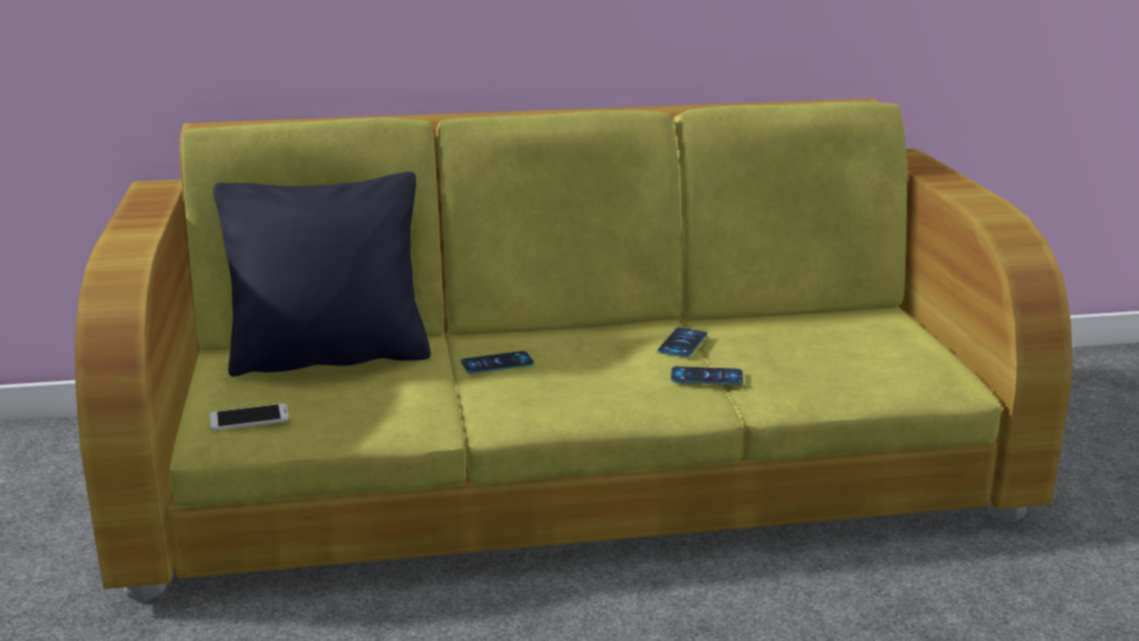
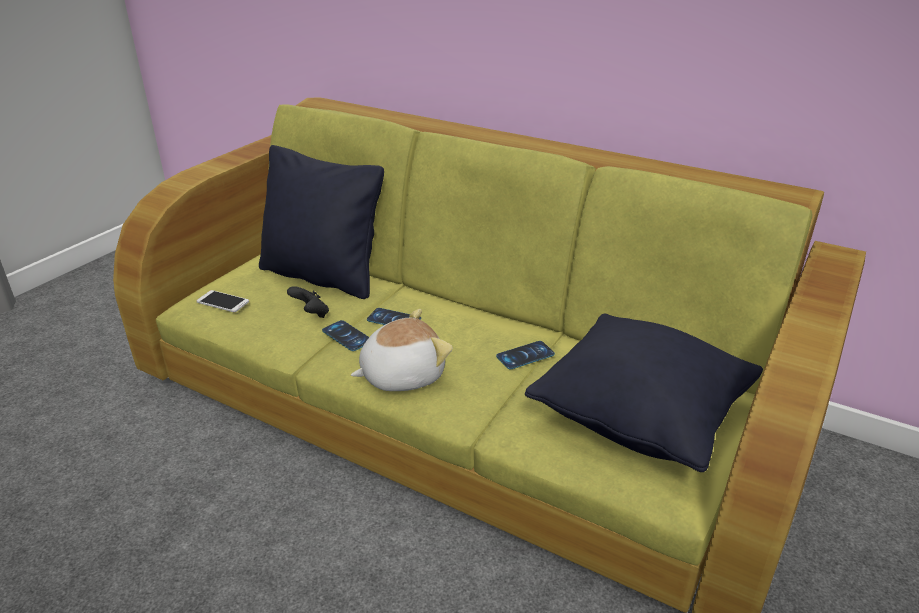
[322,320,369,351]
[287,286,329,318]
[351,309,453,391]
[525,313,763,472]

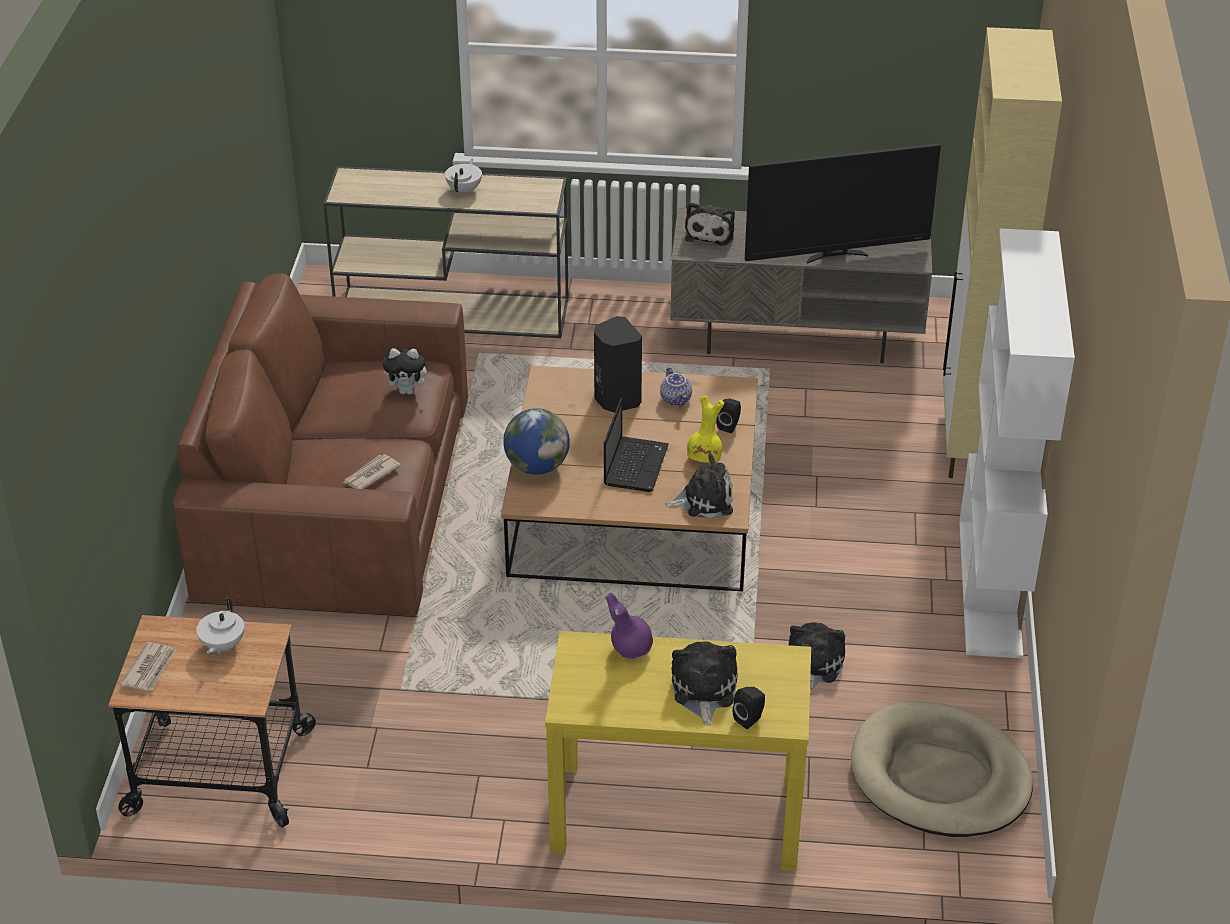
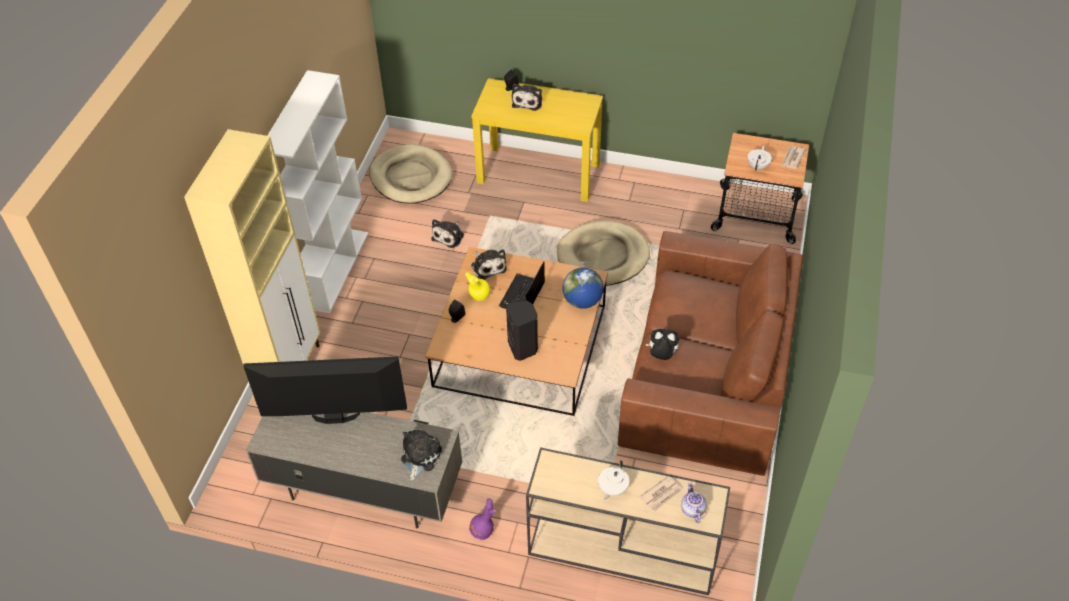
[639,476,682,512]
[469,499,496,540]
[681,482,707,523]
[471,249,507,280]
[557,221,650,286]

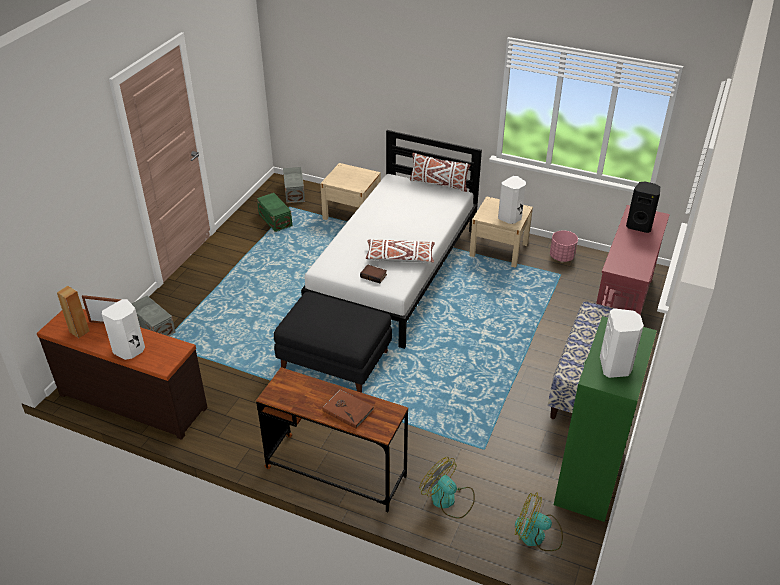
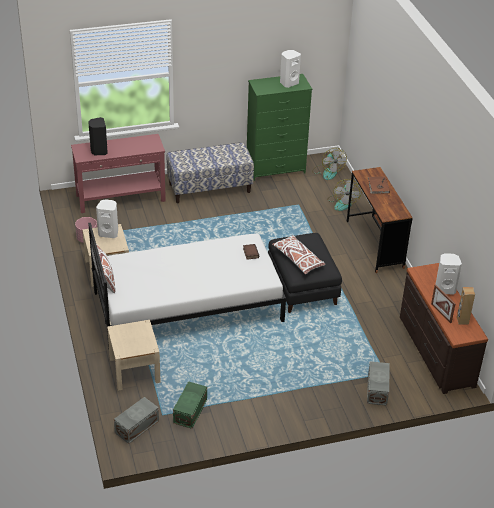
[272,235,325,274]

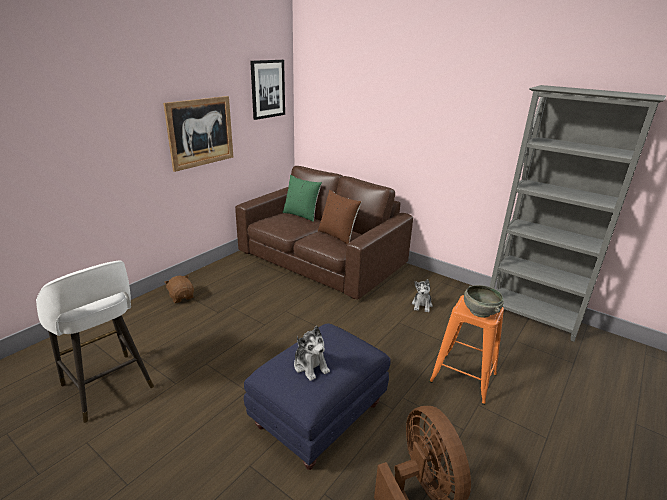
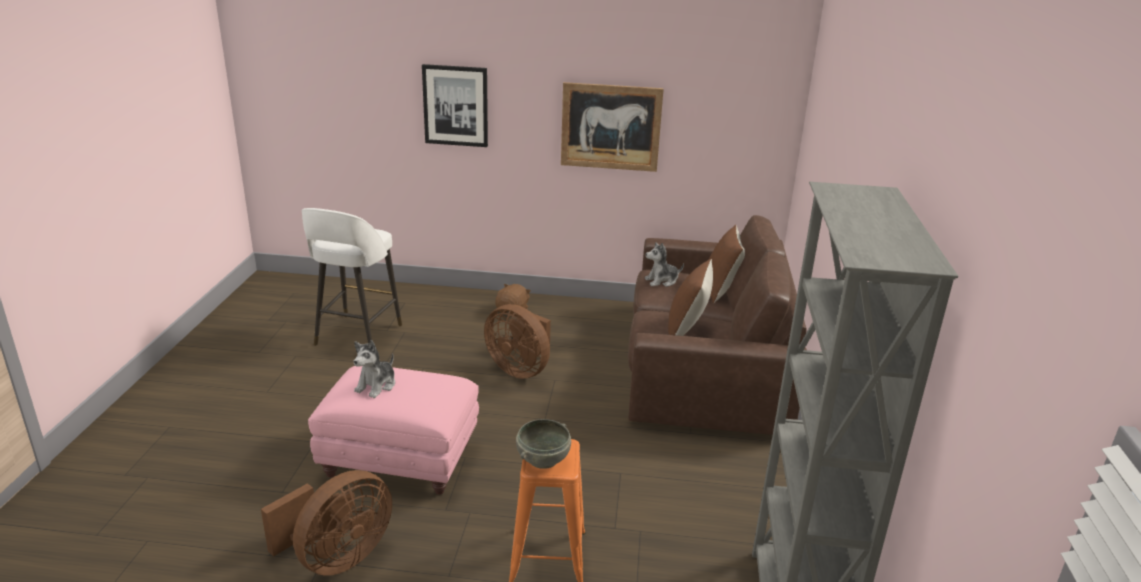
[308,366,479,495]
[422,64,488,147]
[709,225,745,303]
[645,242,684,287]
[484,304,551,379]

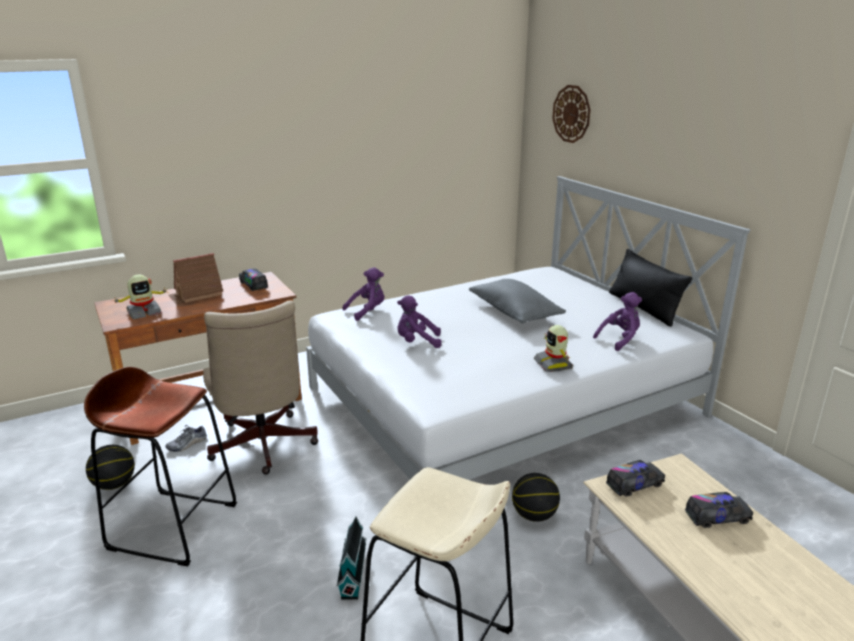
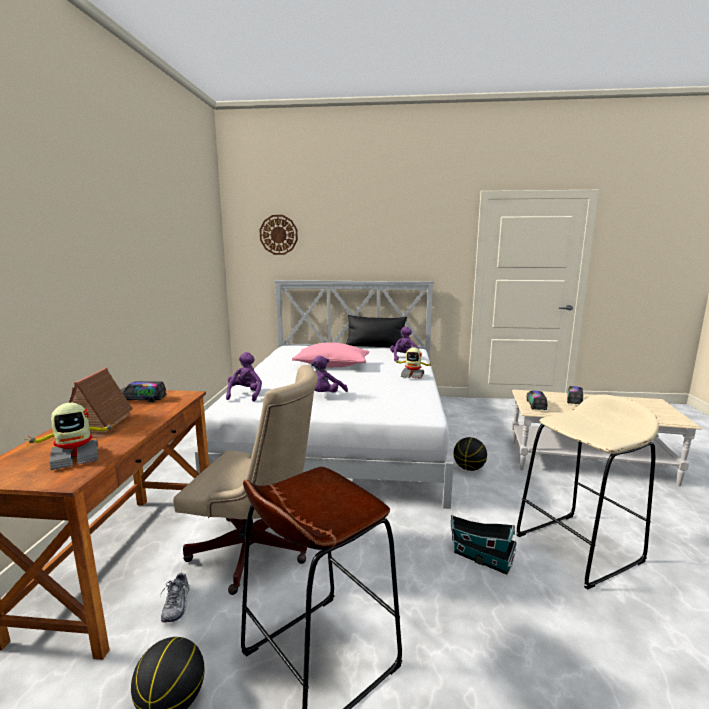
[25,403,116,470]
[292,342,369,367]

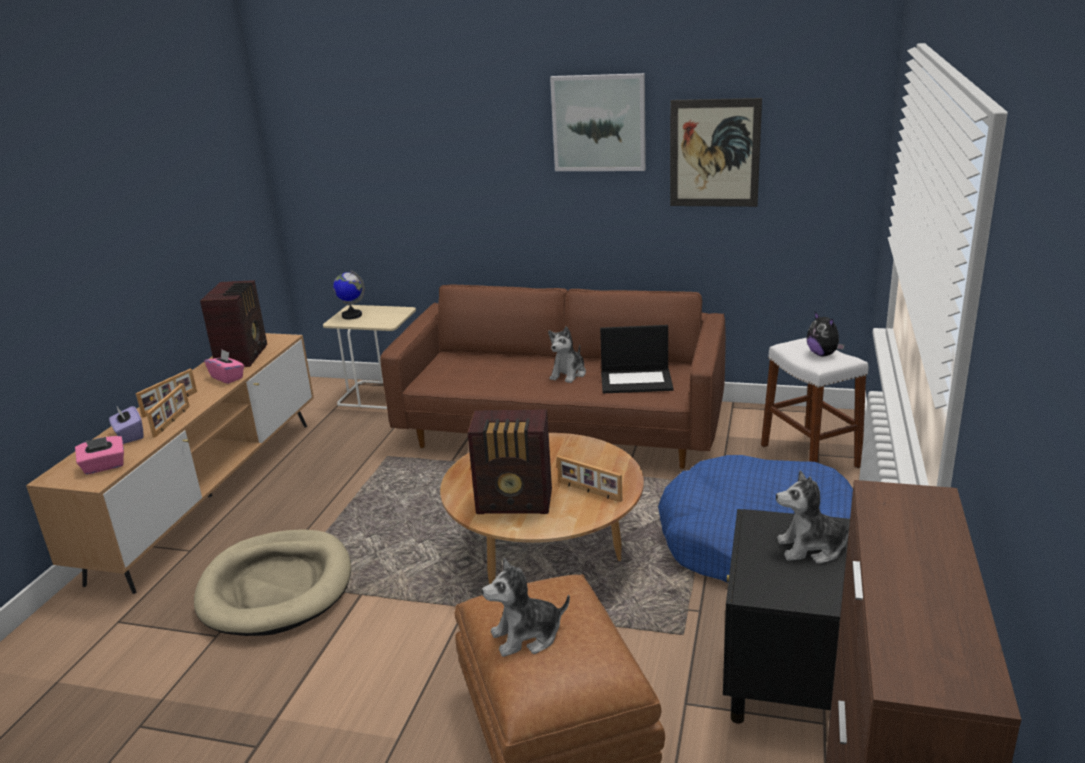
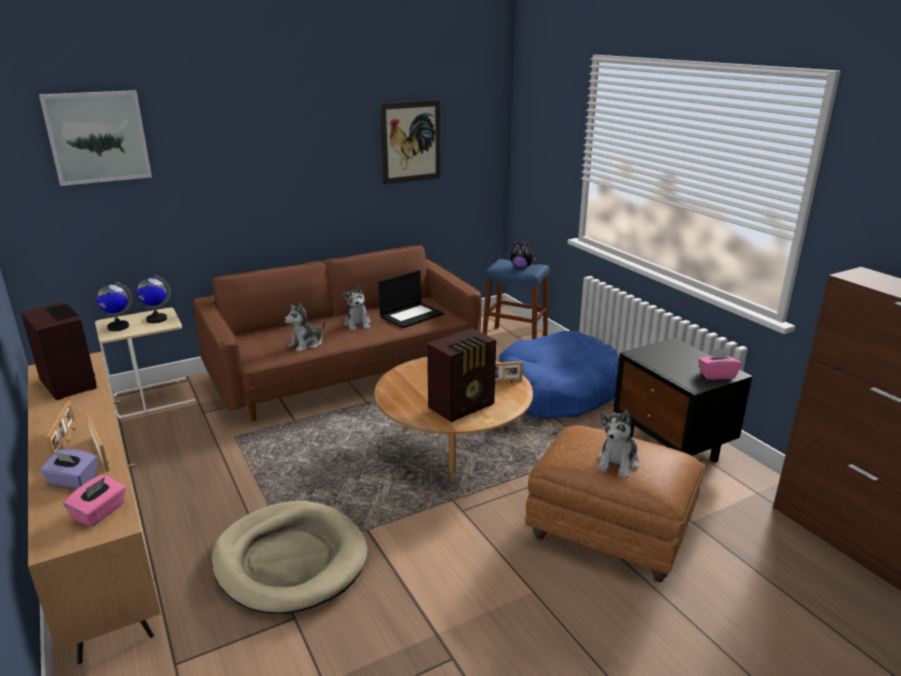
[698,349,742,380]
[39,90,152,186]
[483,259,550,339]
[284,303,325,352]
[136,275,171,323]

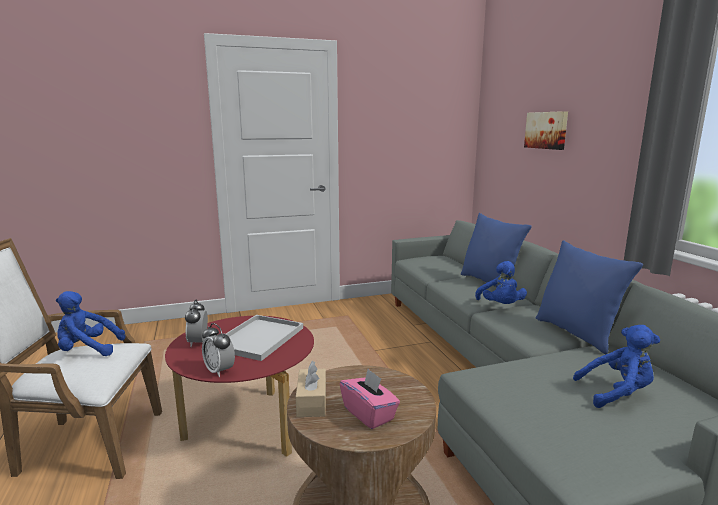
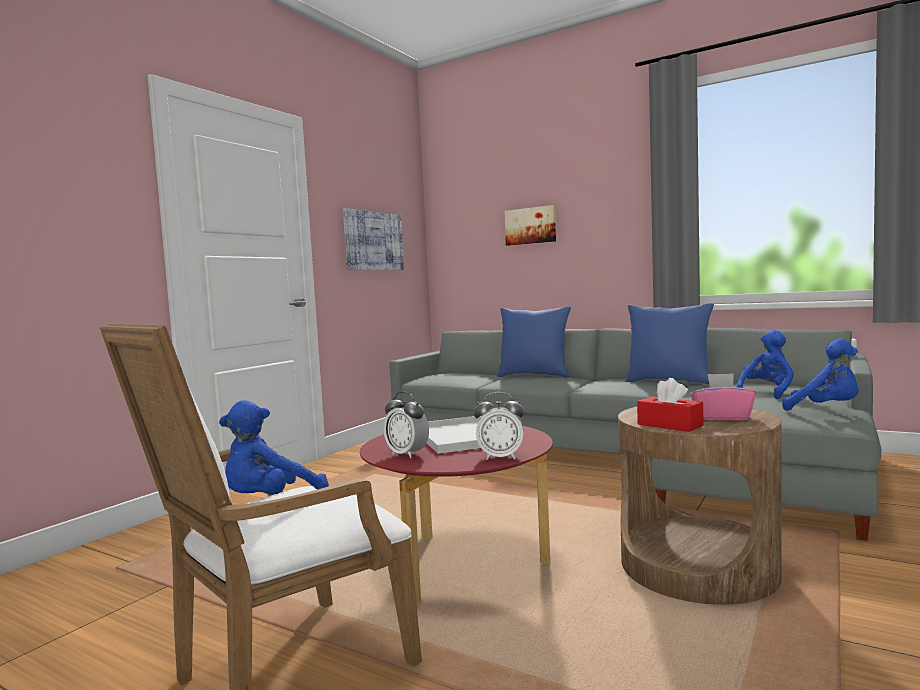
[637,378,703,432]
[782,338,859,411]
[343,208,404,270]

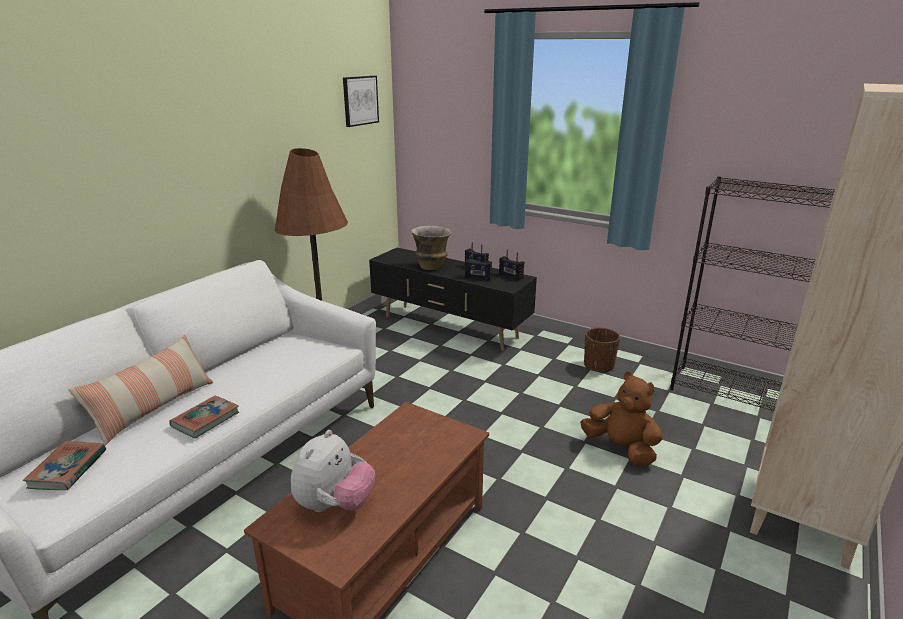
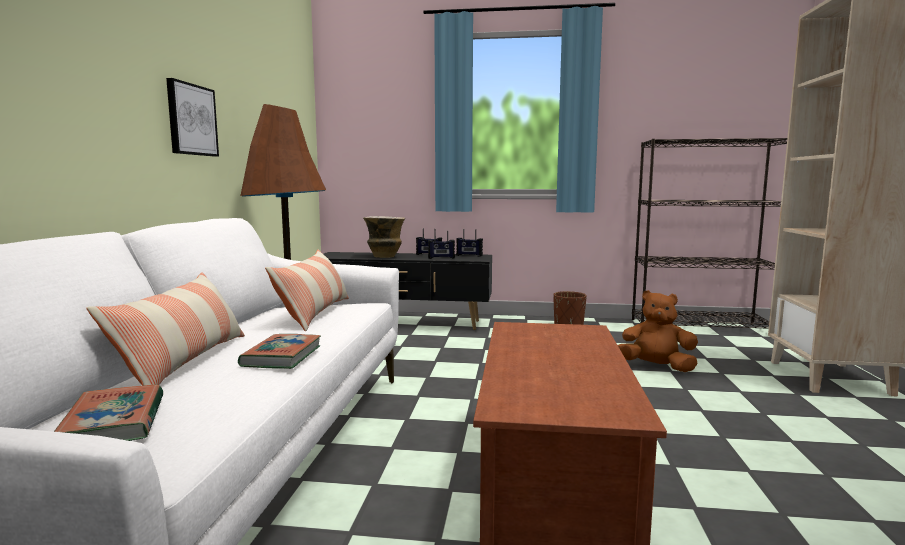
[291,430,375,512] (first image)
[166,78,219,156]
[265,250,349,331]

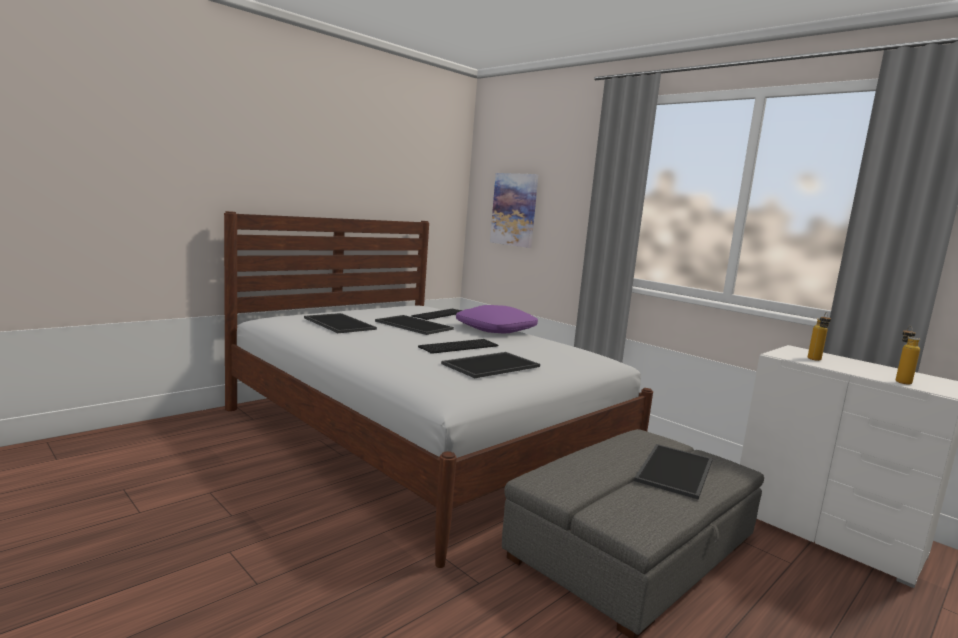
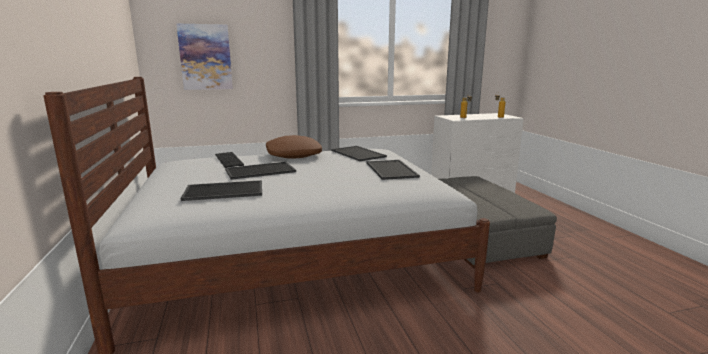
[418,339,498,354] (first image)
[266,135,322,159]
[332,146,387,161]

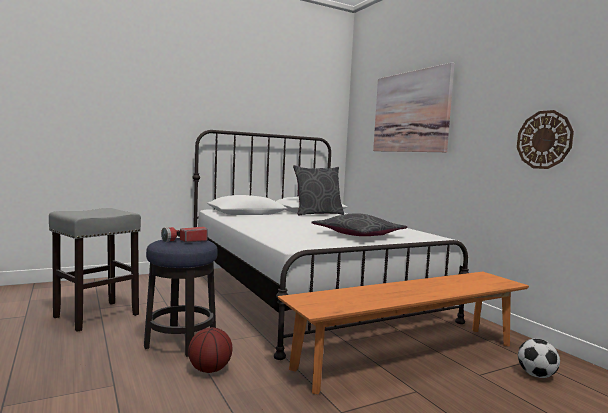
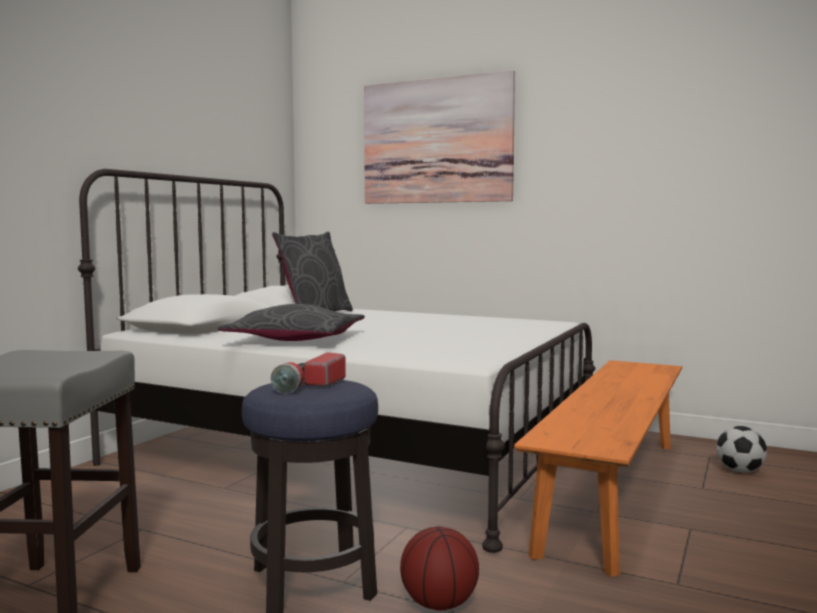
[218,304,365,341]
[517,110,574,169] (first image)

